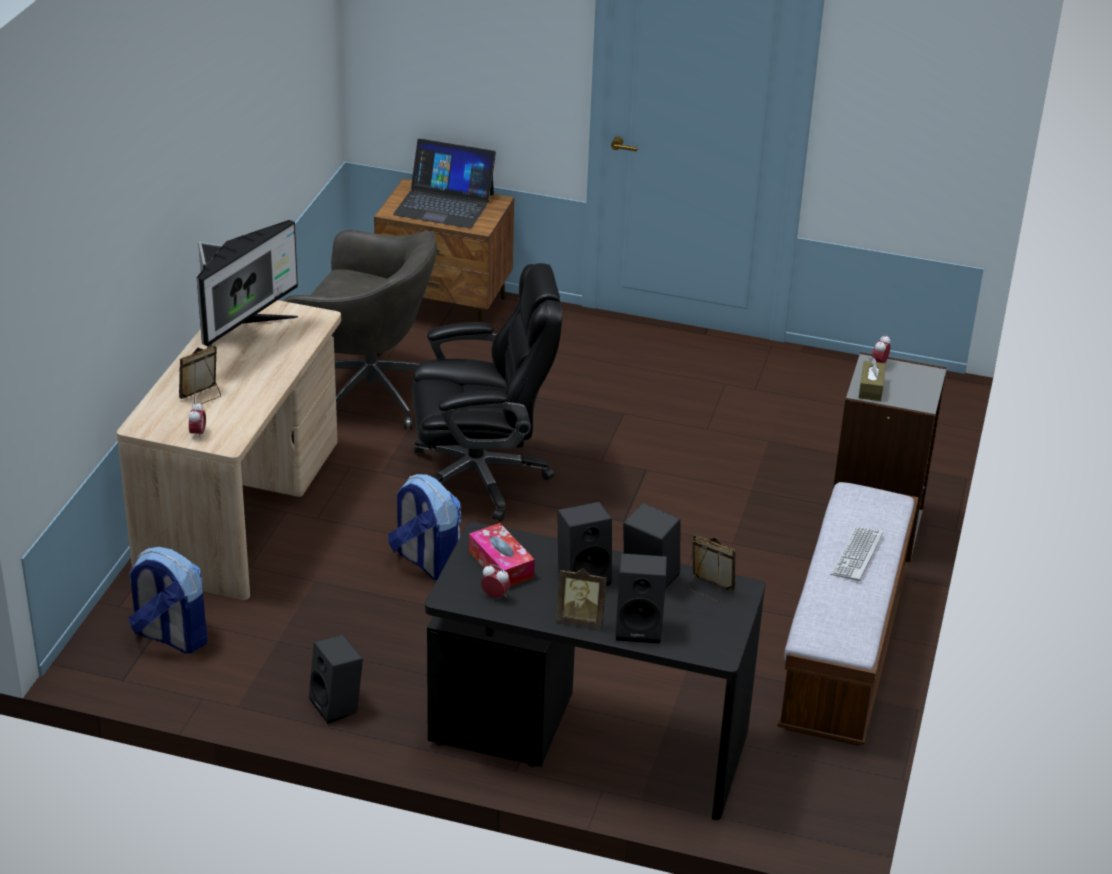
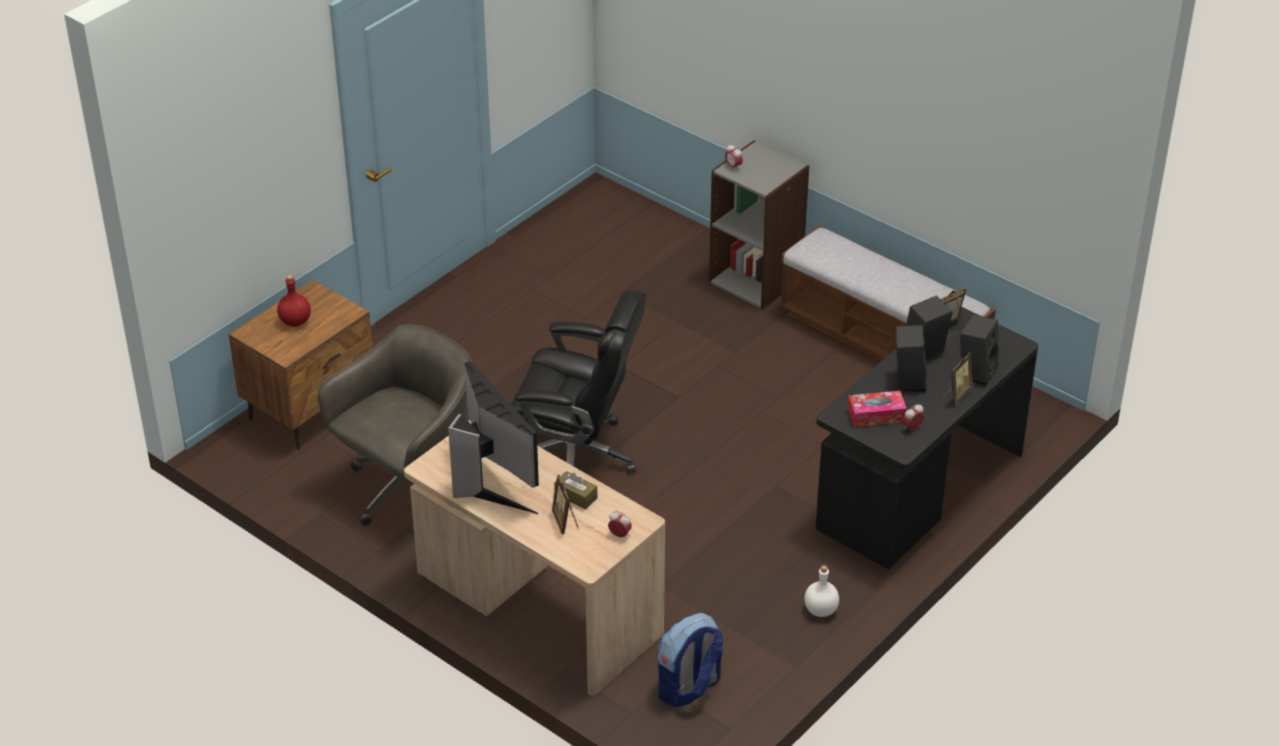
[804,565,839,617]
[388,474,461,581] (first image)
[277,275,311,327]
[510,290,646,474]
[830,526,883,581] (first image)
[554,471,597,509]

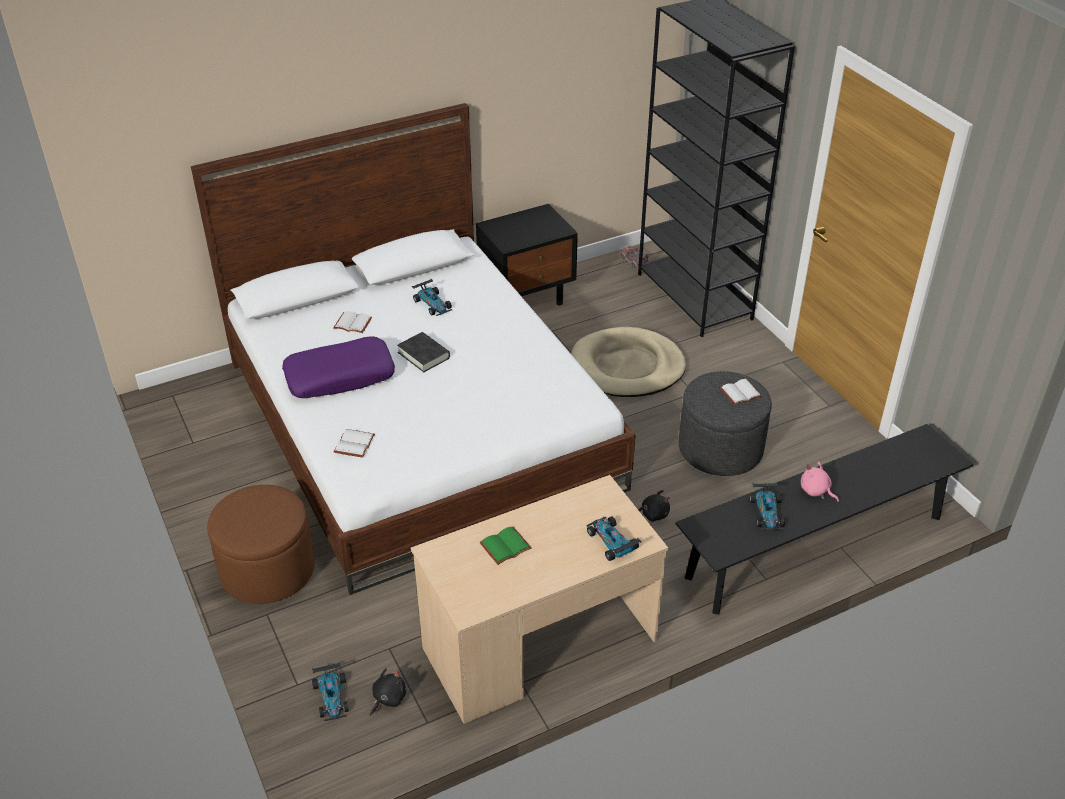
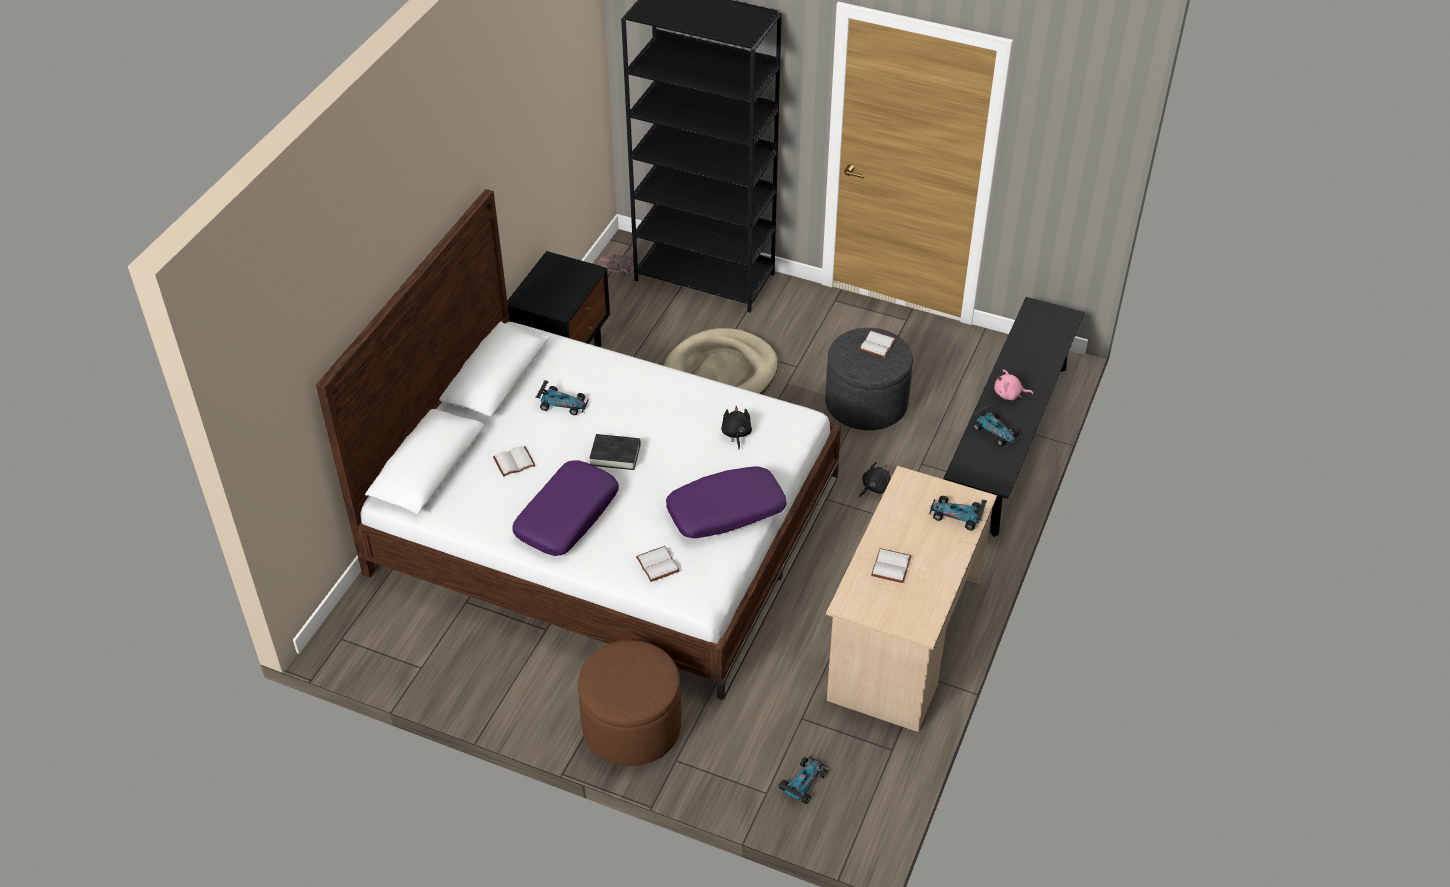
[778,756,828,804]
[721,406,752,450]
[871,548,912,583]
[666,466,787,538]

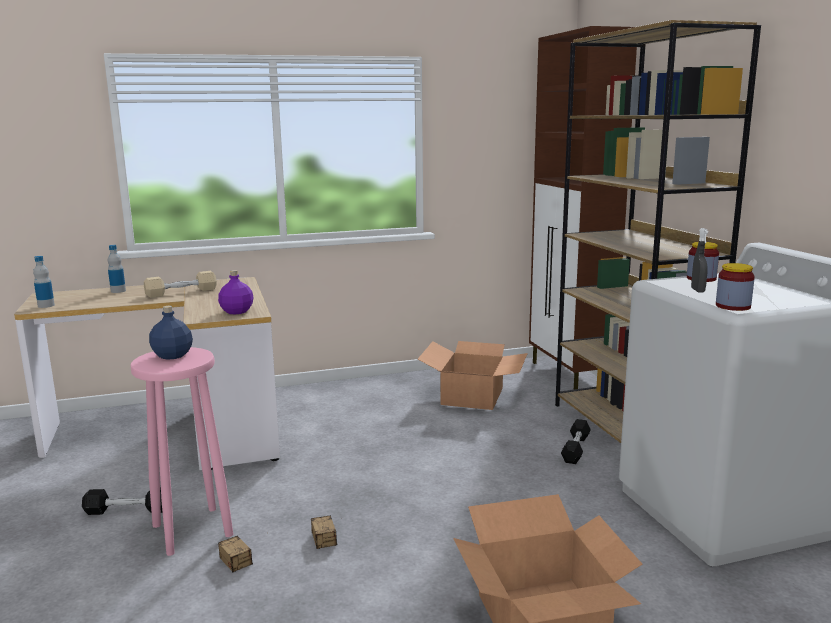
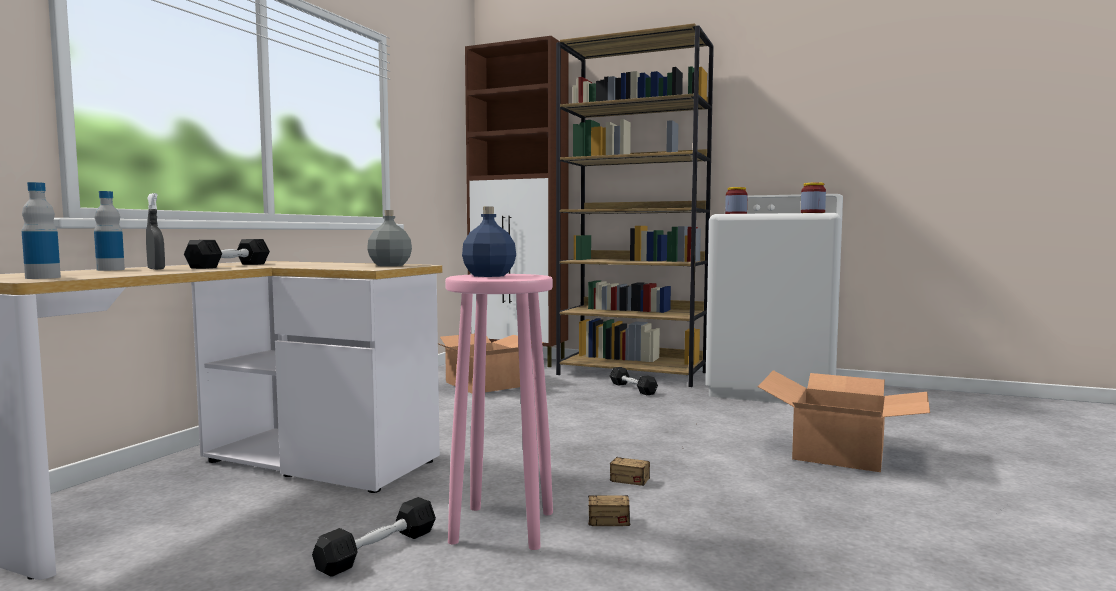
[184,239,270,269]
[367,210,412,266]
[146,193,165,270]

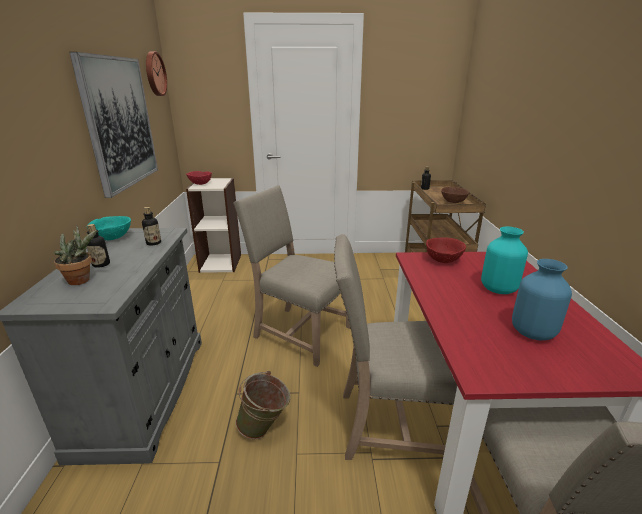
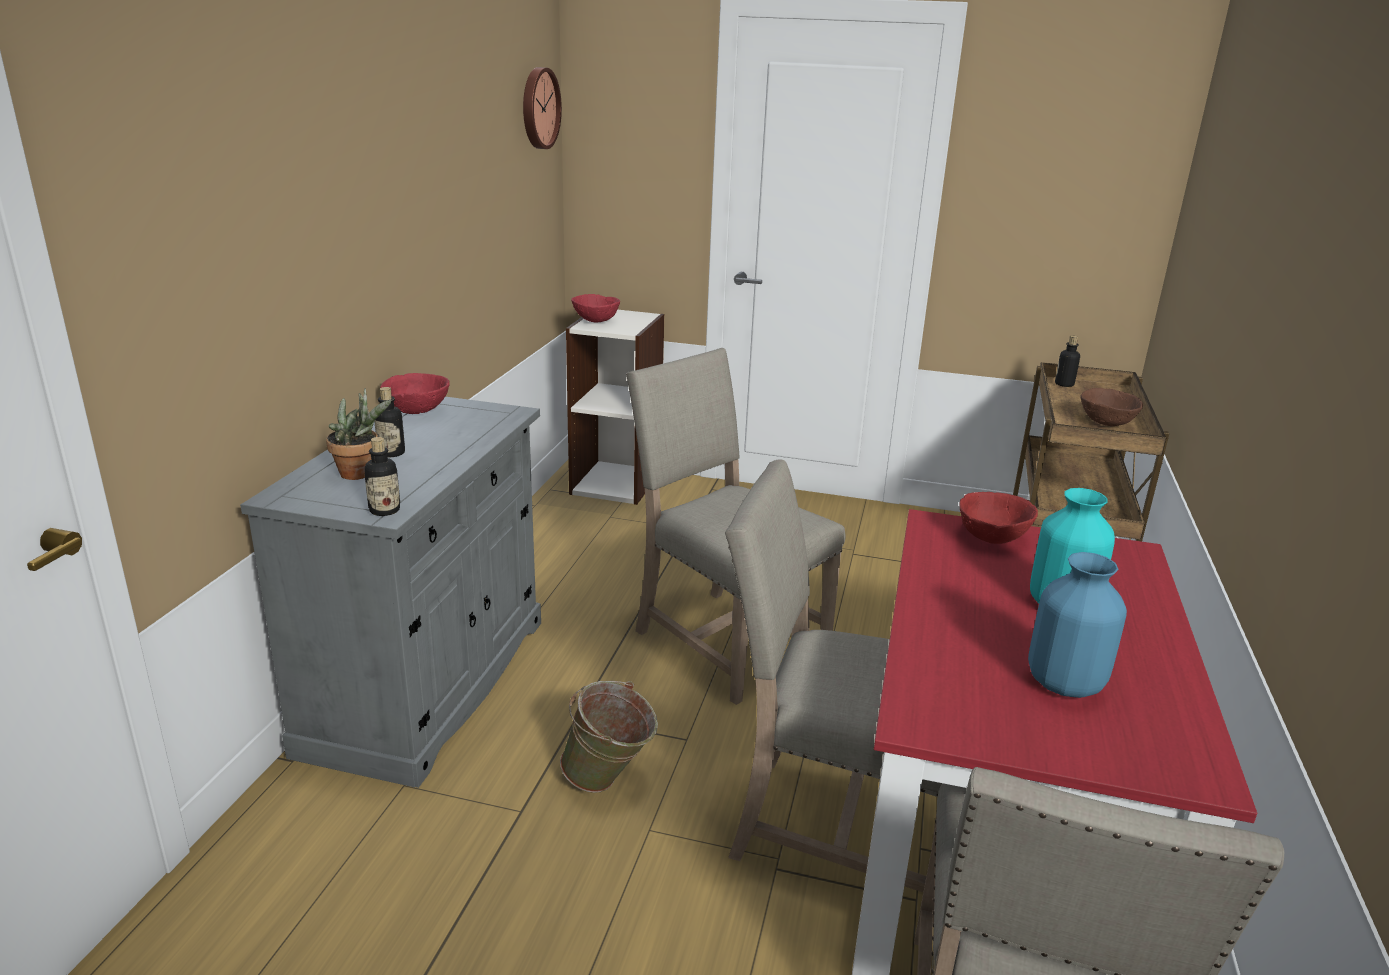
[69,52,158,198] (first image)
[380,373,450,414]
[364,437,400,516]

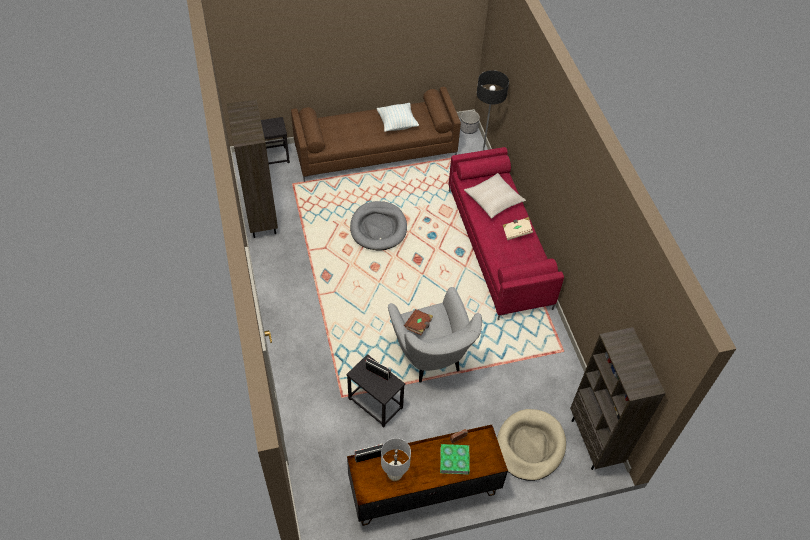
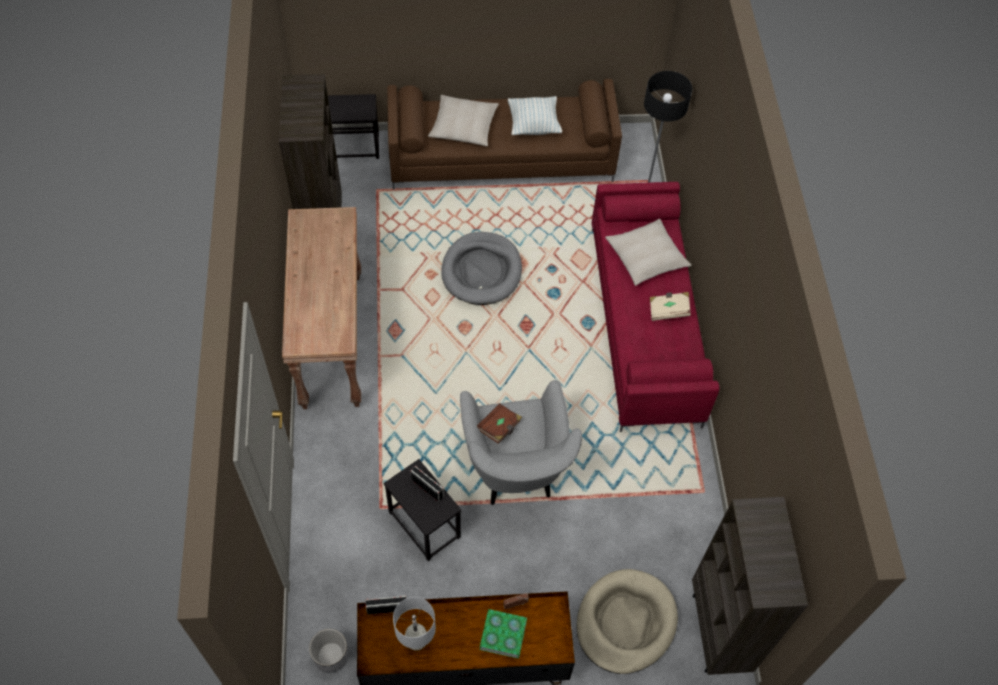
[309,629,348,673]
[282,207,361,409]
[428,95,499,146]

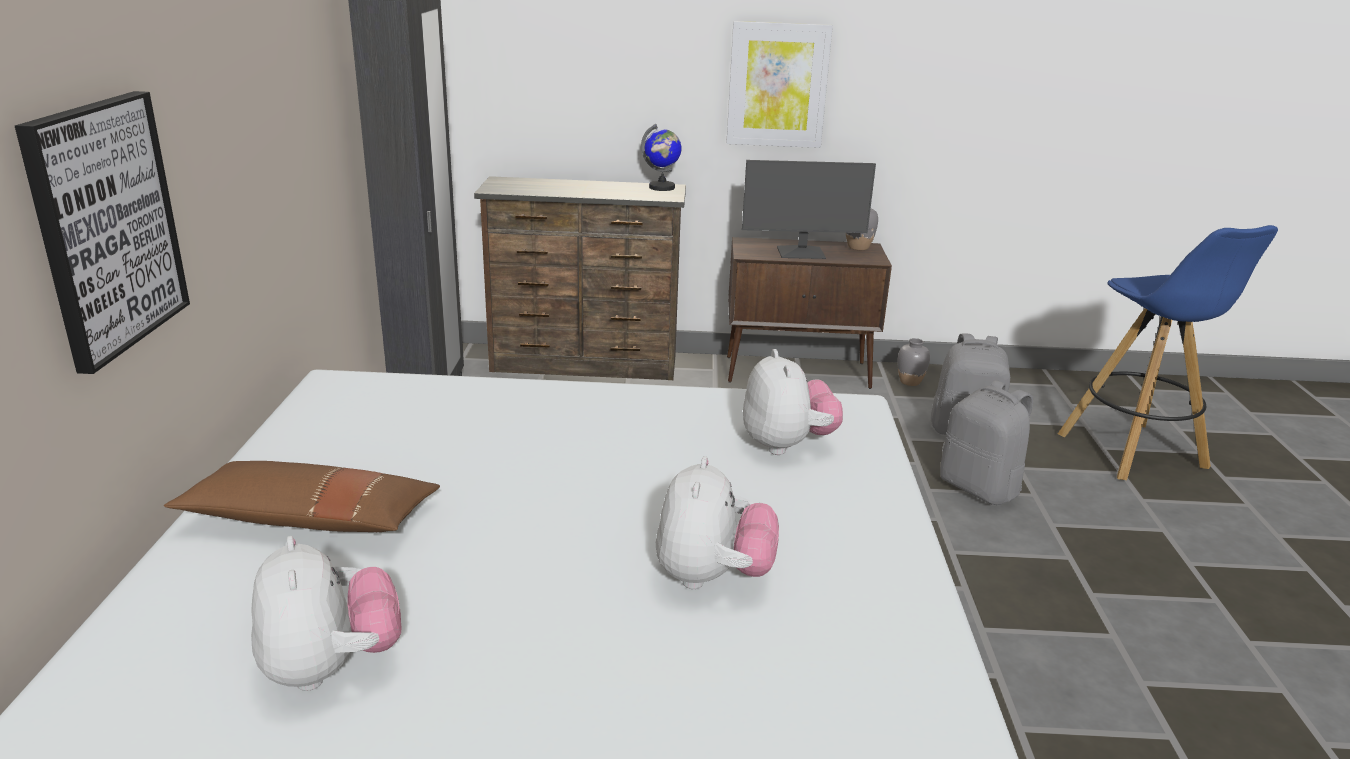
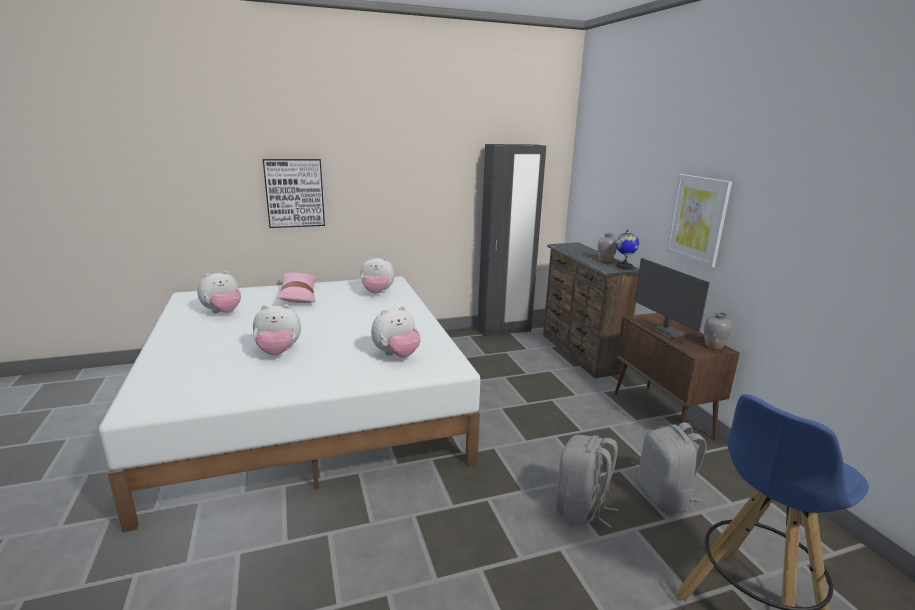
[276,272,317,303]
[598,233,617,262]
[360,257,395,294]

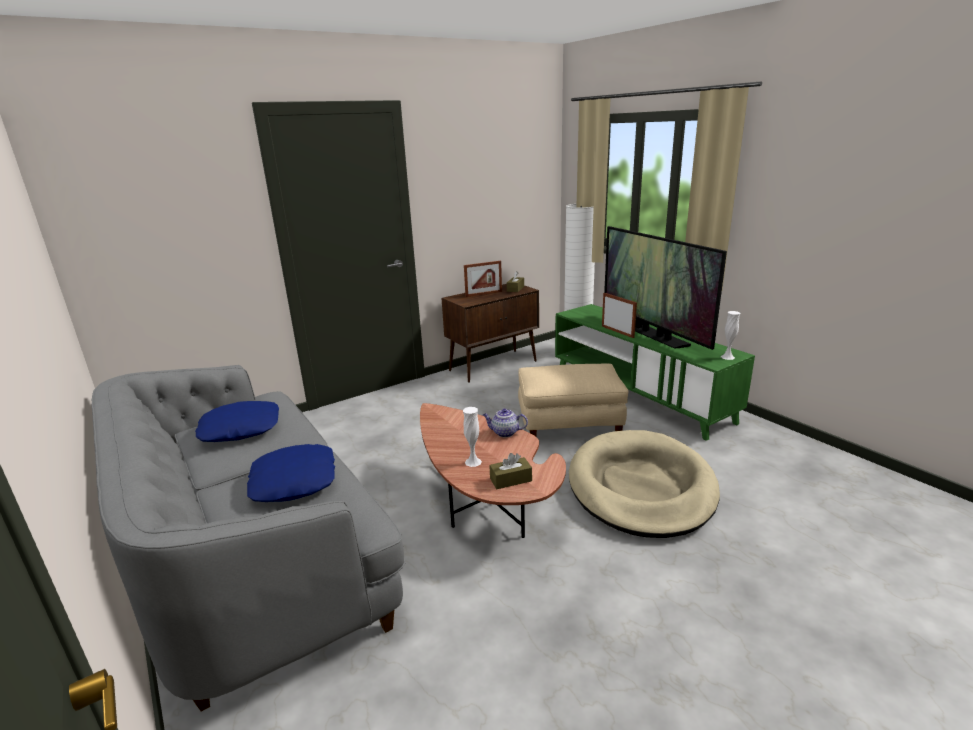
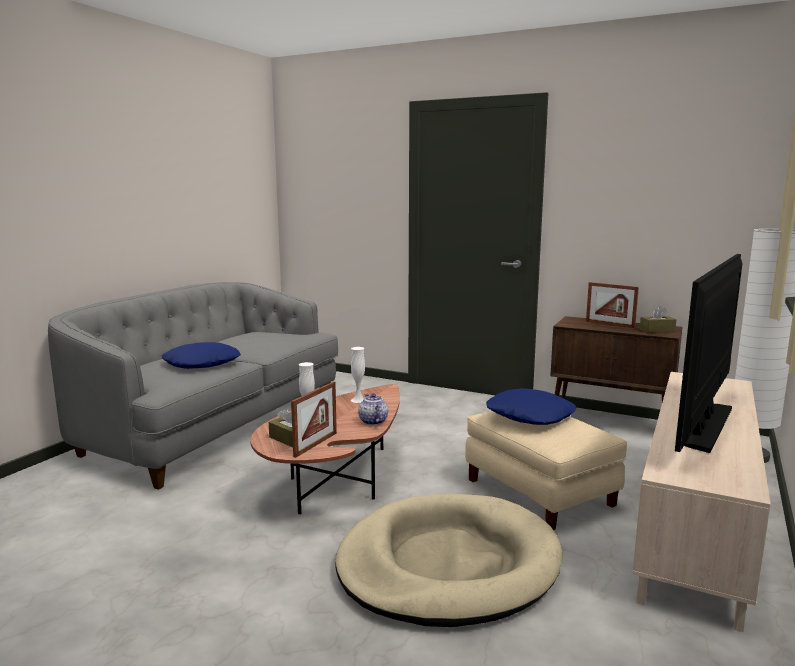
[486,388,577,425]
[633,372,771,632]
[291,382,337,458]
[351,347,365,403]

